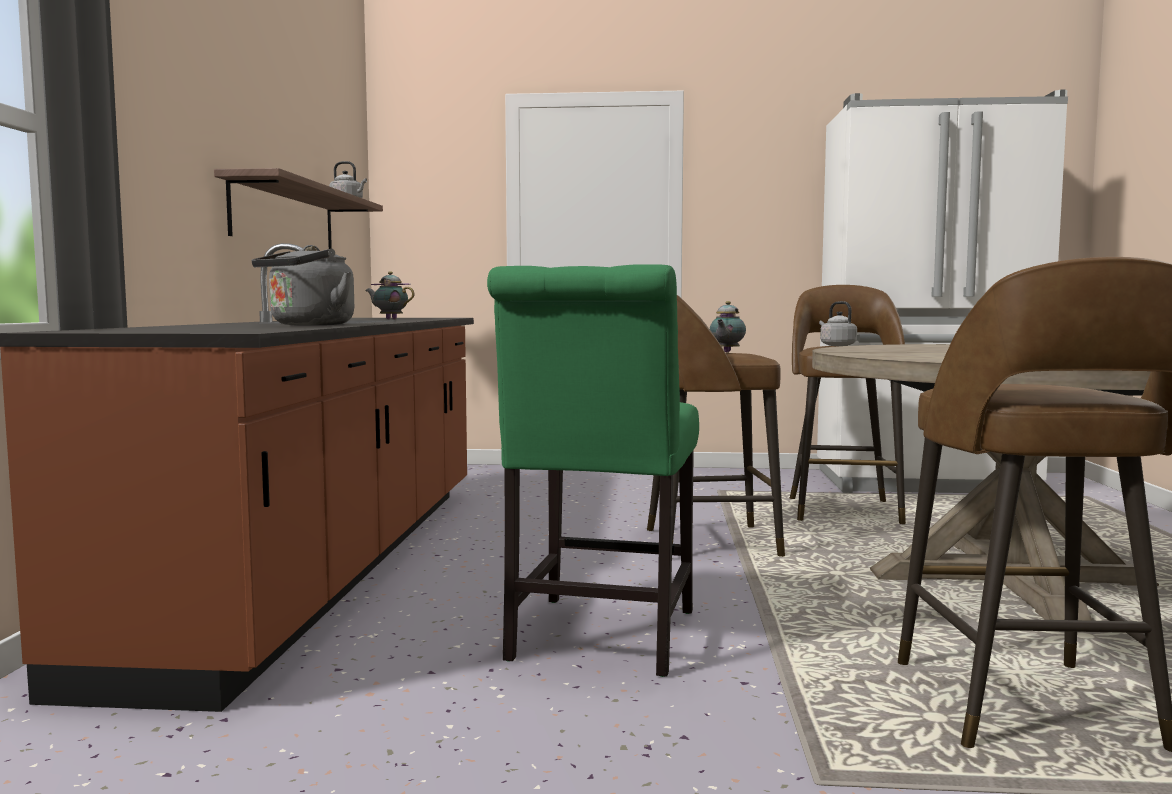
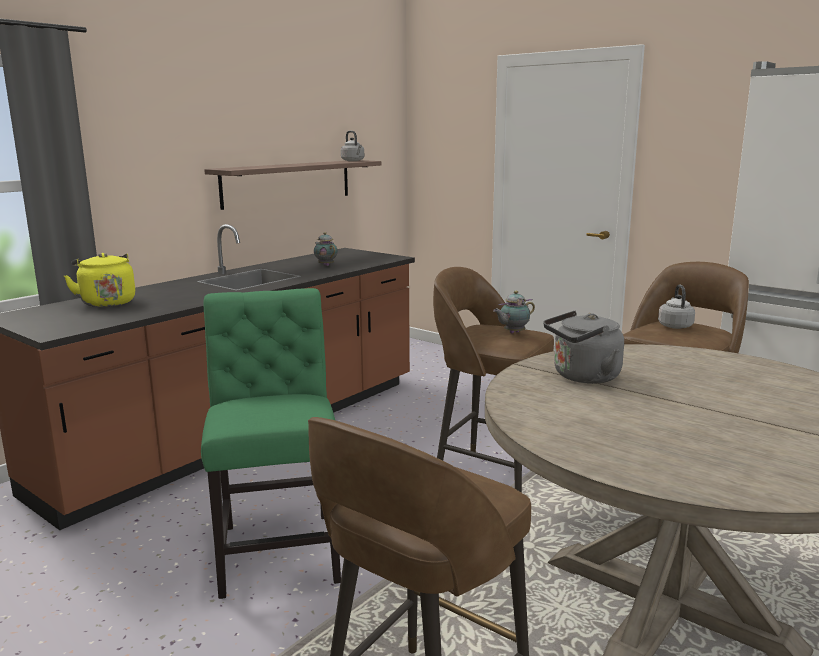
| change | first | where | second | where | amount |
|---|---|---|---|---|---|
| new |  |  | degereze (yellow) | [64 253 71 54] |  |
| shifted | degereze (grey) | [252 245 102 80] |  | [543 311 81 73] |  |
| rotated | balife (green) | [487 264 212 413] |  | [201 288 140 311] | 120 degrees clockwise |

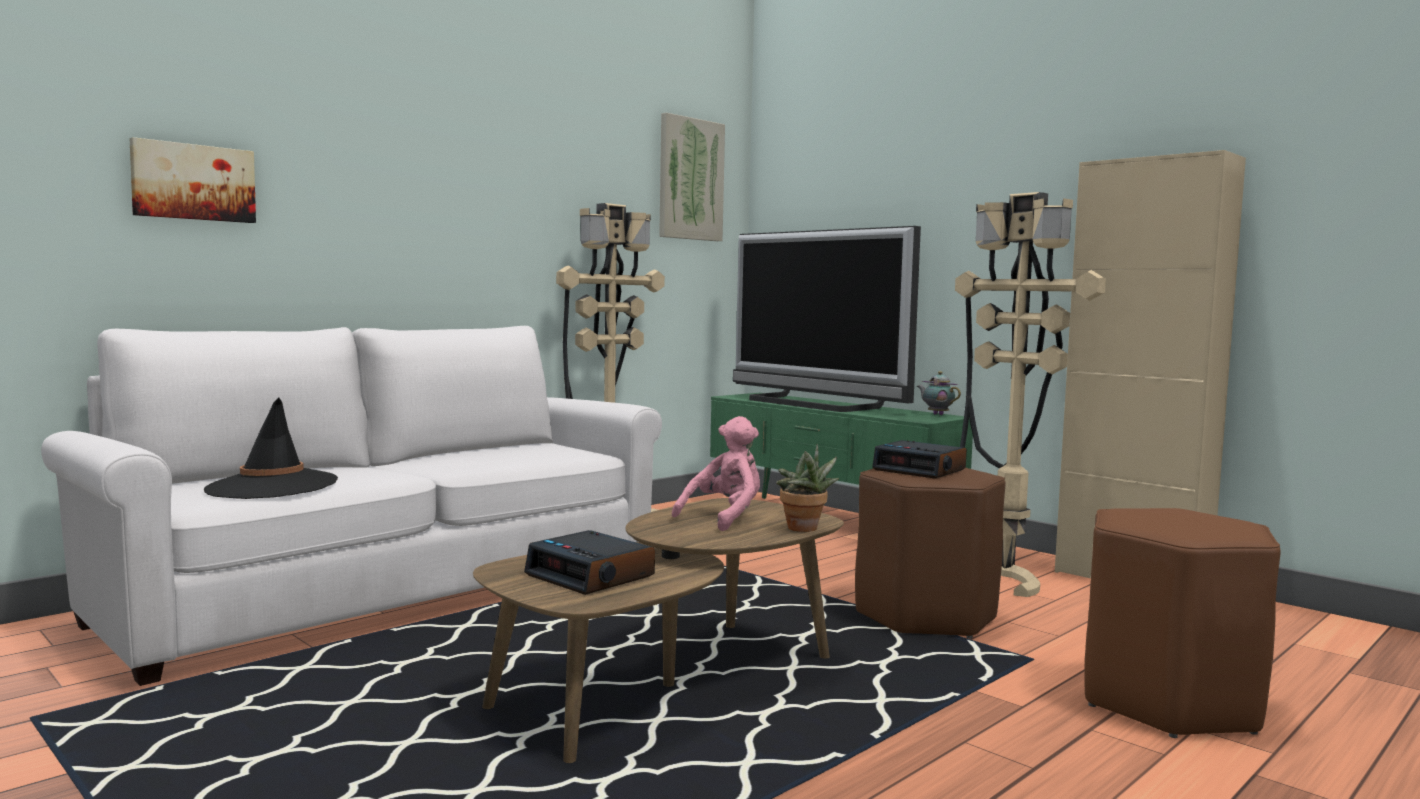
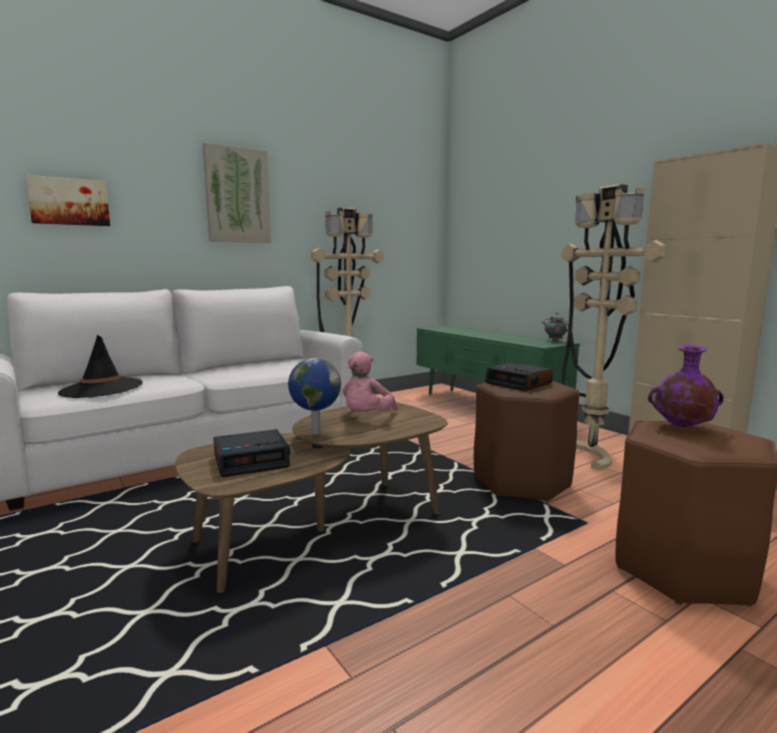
| change | first | where | second | where | amount |
|---|---|---|---|---|---|
| gone | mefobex | [733 226 188 186] |  |  |  |
| gone | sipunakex | [776 444 63 88] |  |  |  |
| new |  |  | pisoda | [288 358 53 76] |  |
| new |  |  | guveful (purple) | [648 345 76 82] |  |
| shifted | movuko | [659 113 66 128] |  | [203 142 68 101] |  |
| rotated | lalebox | [524 530 131 65] |  | [213 429 77 48] | 75 degrees counterclockwise |
| rotated | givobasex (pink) | [672 416 88 115] |  | [342 352 56 60] | 150 degrees clockwise |

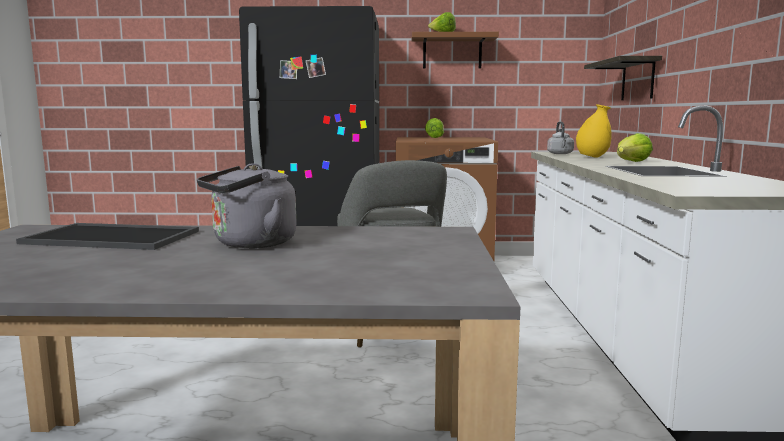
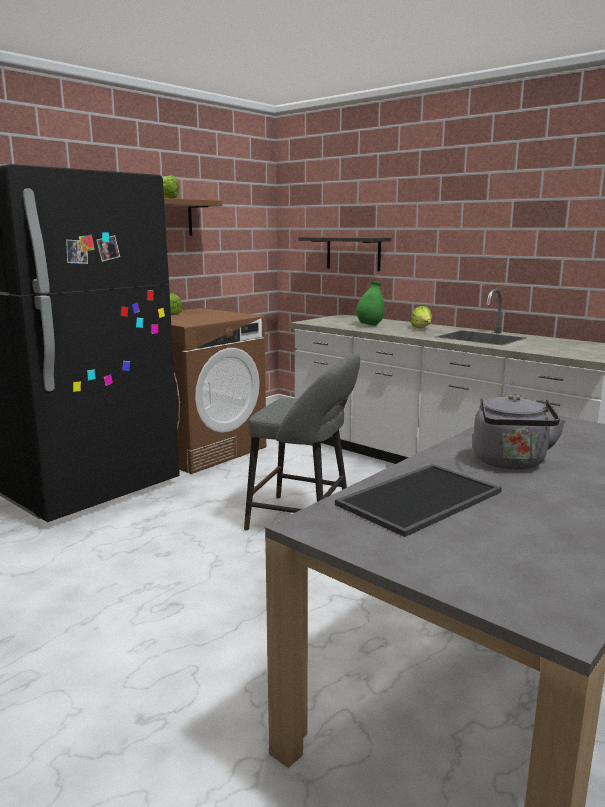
| change | first | where | second | where | amount |
|---|---|---|---|---|---|
| gone | degereze (grey) | [547 121 27 33] |  |  |  |
| repainted | guveful (yellow) | [576 104 36 54] | guveful (green) | [356 281 28 45] |  |

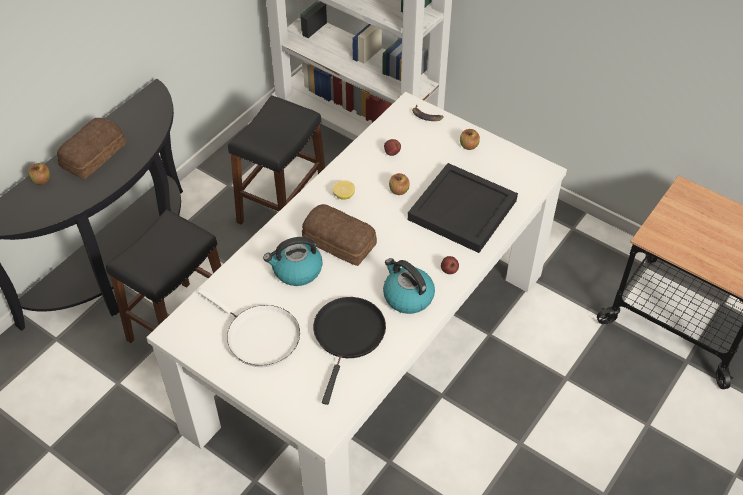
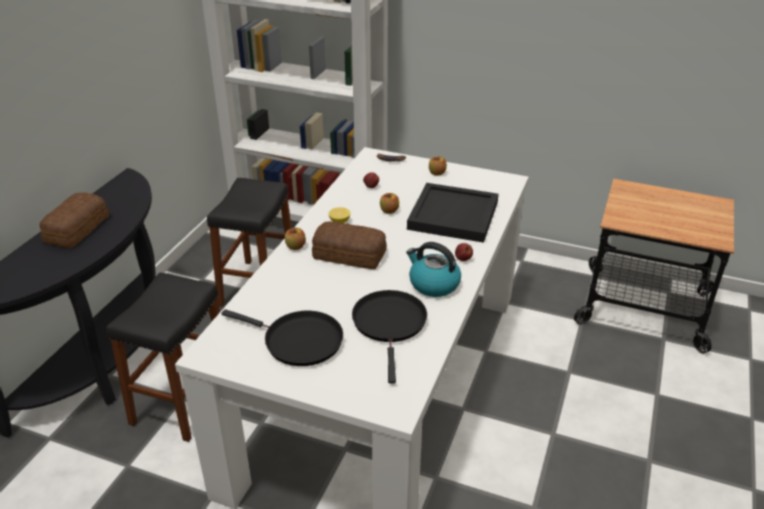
| change | first | where | second | where | amount |
|---|---|---|---|---|---|
| gone | degereze | [263 237 60 49] |  |  |  |
| shifted | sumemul | [28 163 22 22] |  | [285 228 21 22] |  |
| repainted | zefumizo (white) | [198 288 102 79] | zefumizo (black) | [221 309 122 57] |  |

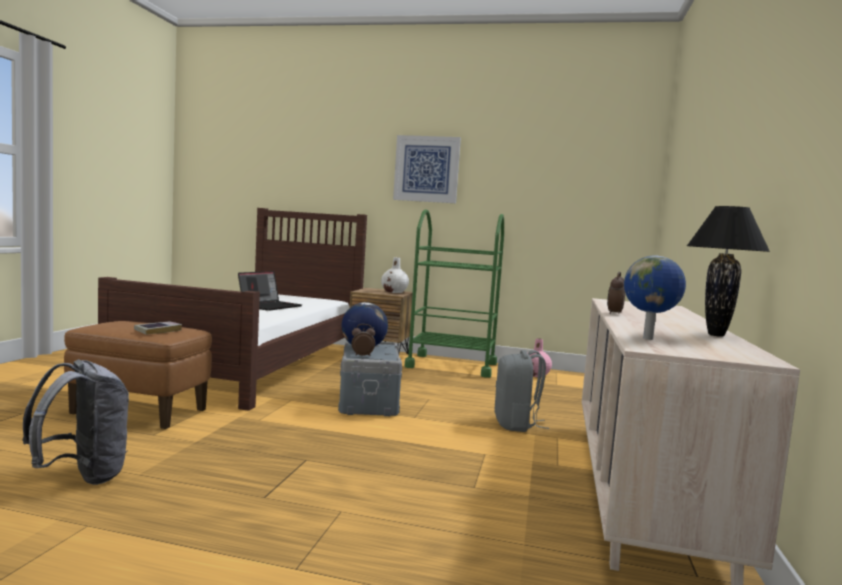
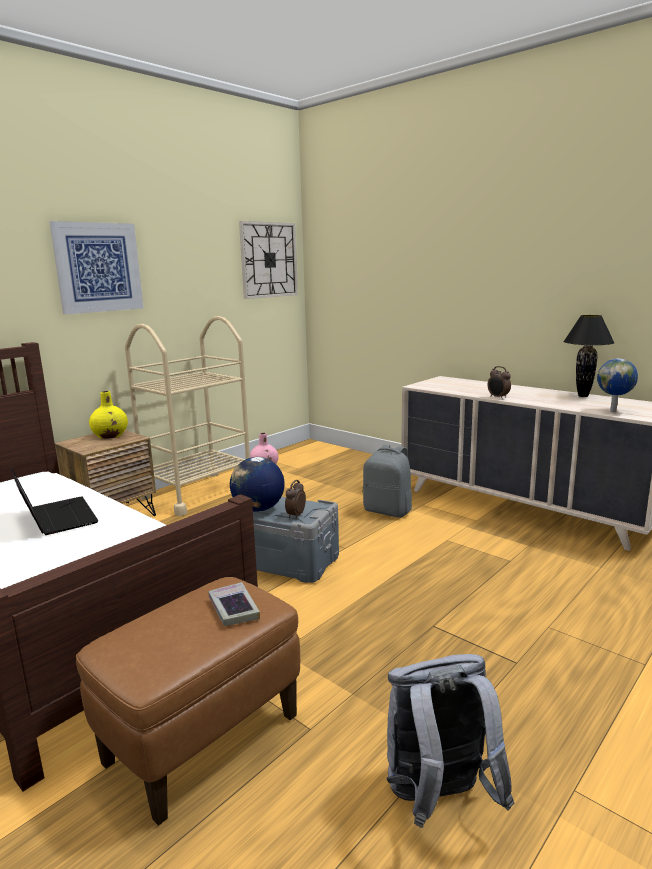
| change | first | where | second | where | amount |
|---|---|---|---|---|---|
| new |  |  | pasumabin | [239 221 59 78] |  |
| repainted | guveful (white) | [381 257 28 36] | guveful (yellow) | [89 391 39 48] |  |
| repainted | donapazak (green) | [405 209 99 169] | donapazak (beige) | [125 316 125 200] |  |

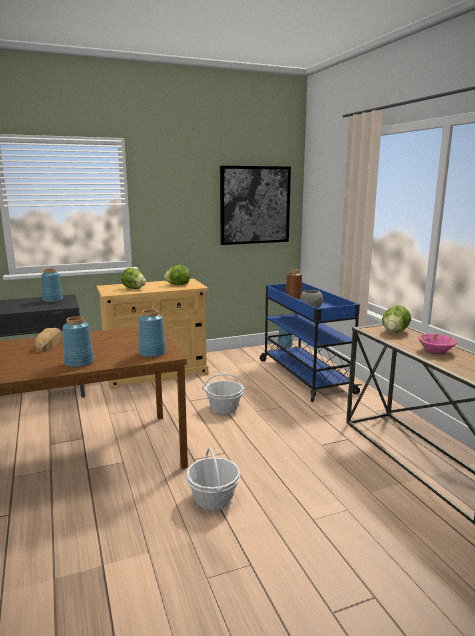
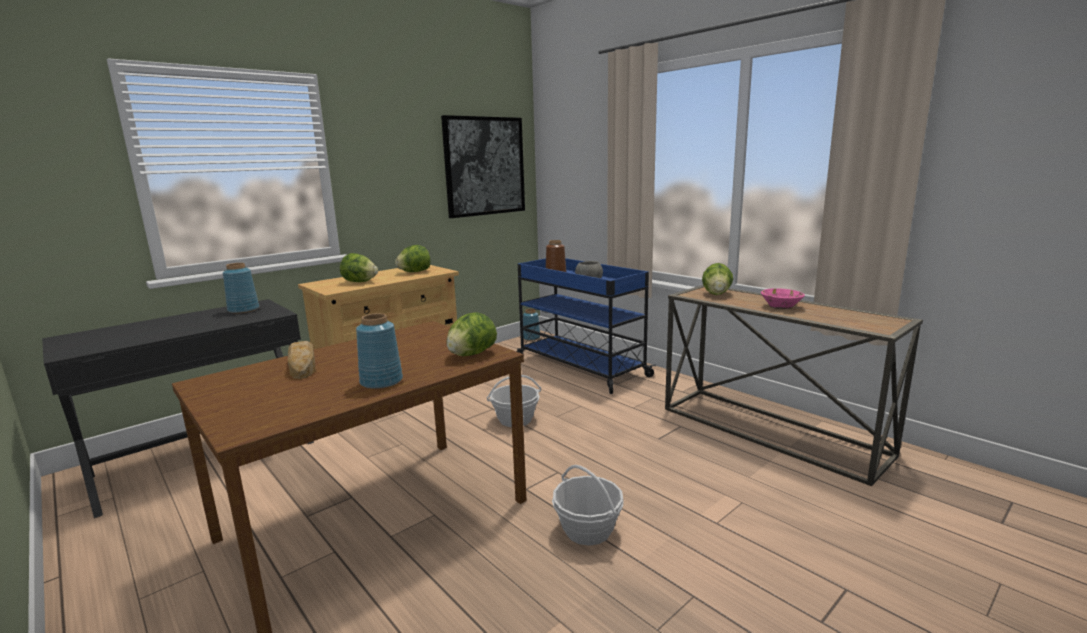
| change | first | where | second | where | amount |
|---|---|---|---|---|---|
| swapped | guveful (blue) | [139 309 27 48] | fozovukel | [446 312 51 44] |  |

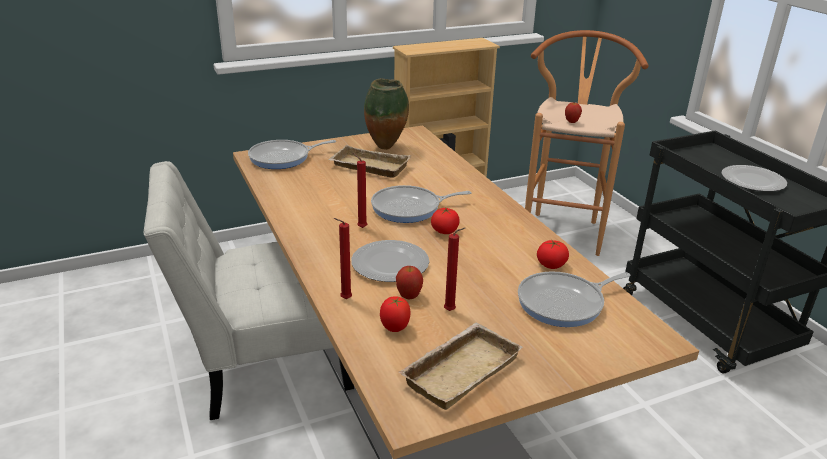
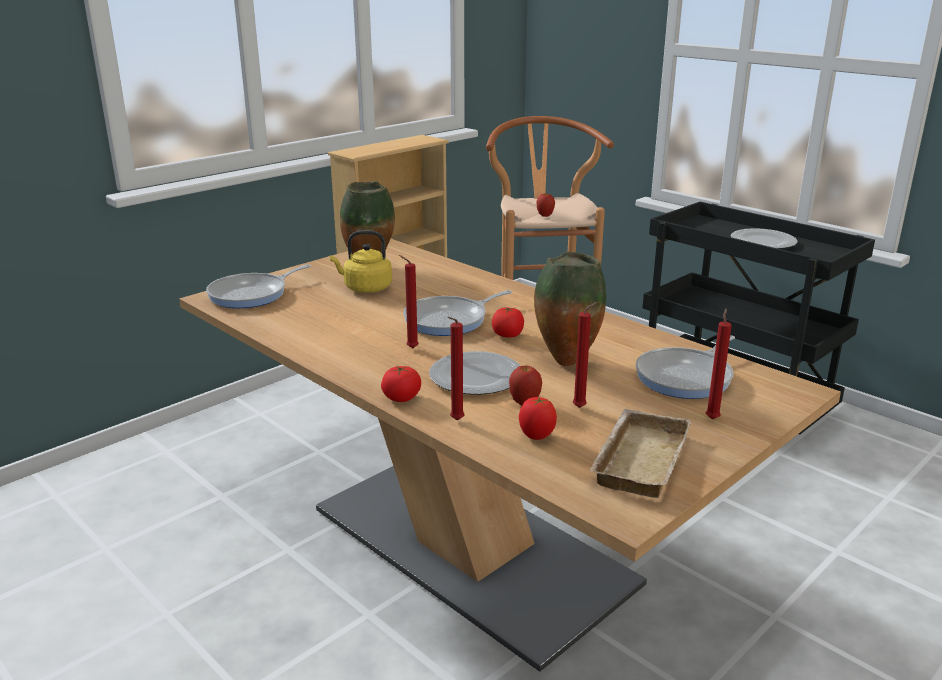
| change | first | where | second | where | amount |
|---|---|---|---|---|---|
| gone | balife (white) | [144 161 210 259] |  |  |  |
| new |  |  | guveful | [534 252 72 114] |  |
| new |  |  | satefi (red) | [706 308 26 111] |  |
| shifted | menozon | [537 240 32 29] |  | [381 366 40 36] |  |
| swapped | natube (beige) | [328 145 83 33] | degereze (yellow) | [330 230 62 63] |  |

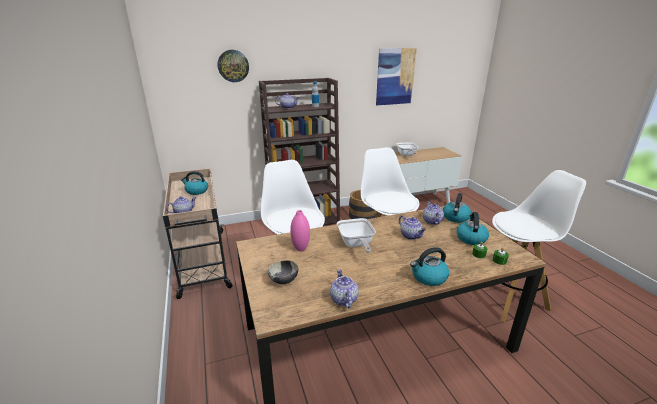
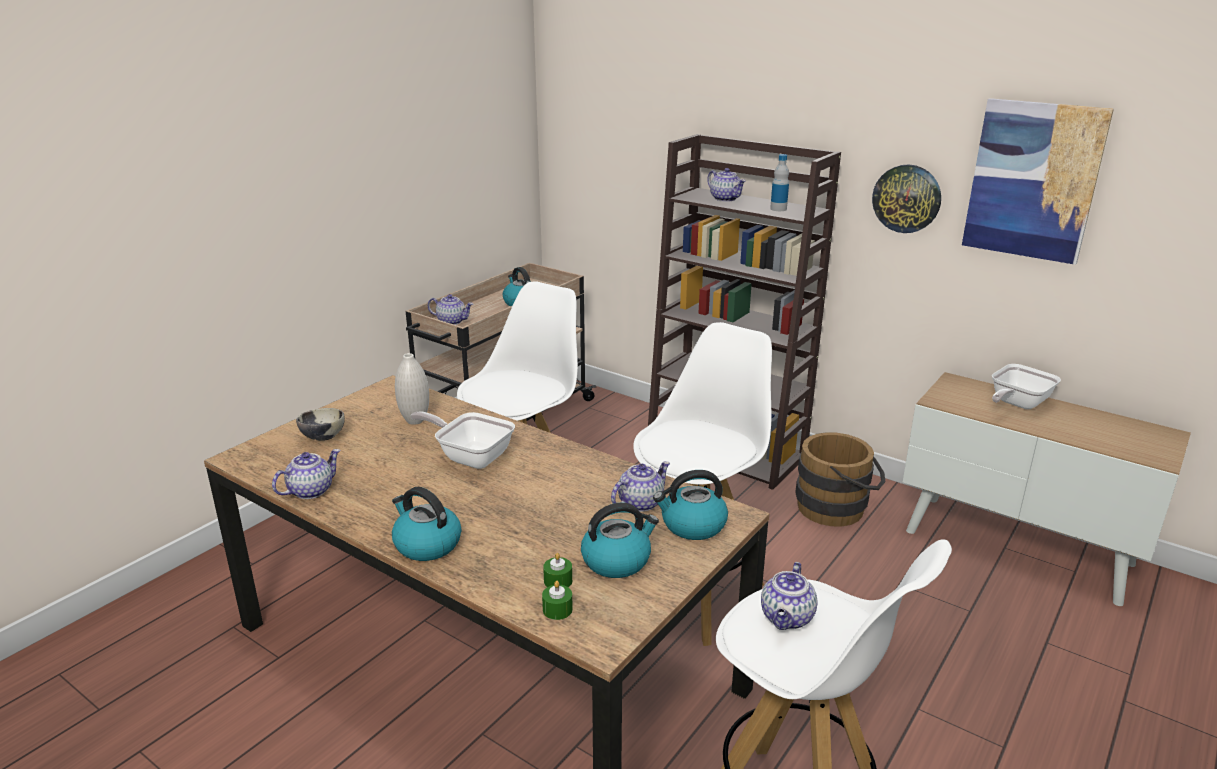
| change | first | where | second | where | amount |
|---|---|---|---|---|---|
| shifted | pasumabin | [218 50 31 32] |  | [872 164 69 69] |  |
| shifted | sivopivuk | [399 215 27 25] |  | [761 562 57 68] |  |
| repainted | guveful (pink) | [290 210 20 41] | guveful (white) | [395 353 34 72] |  |
| rotated | zefumizo | [337 218 39 35] |  | [411 412 104 57] | 75 degrees clockwise |

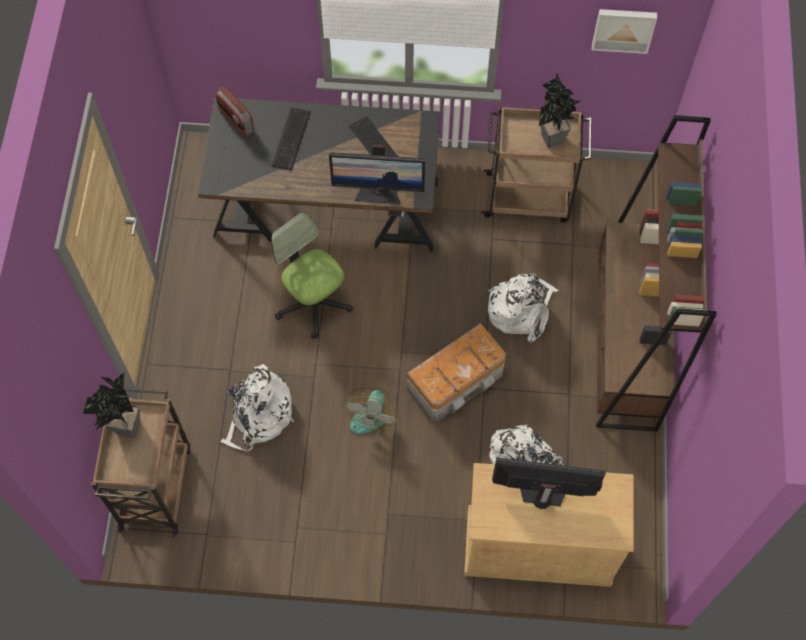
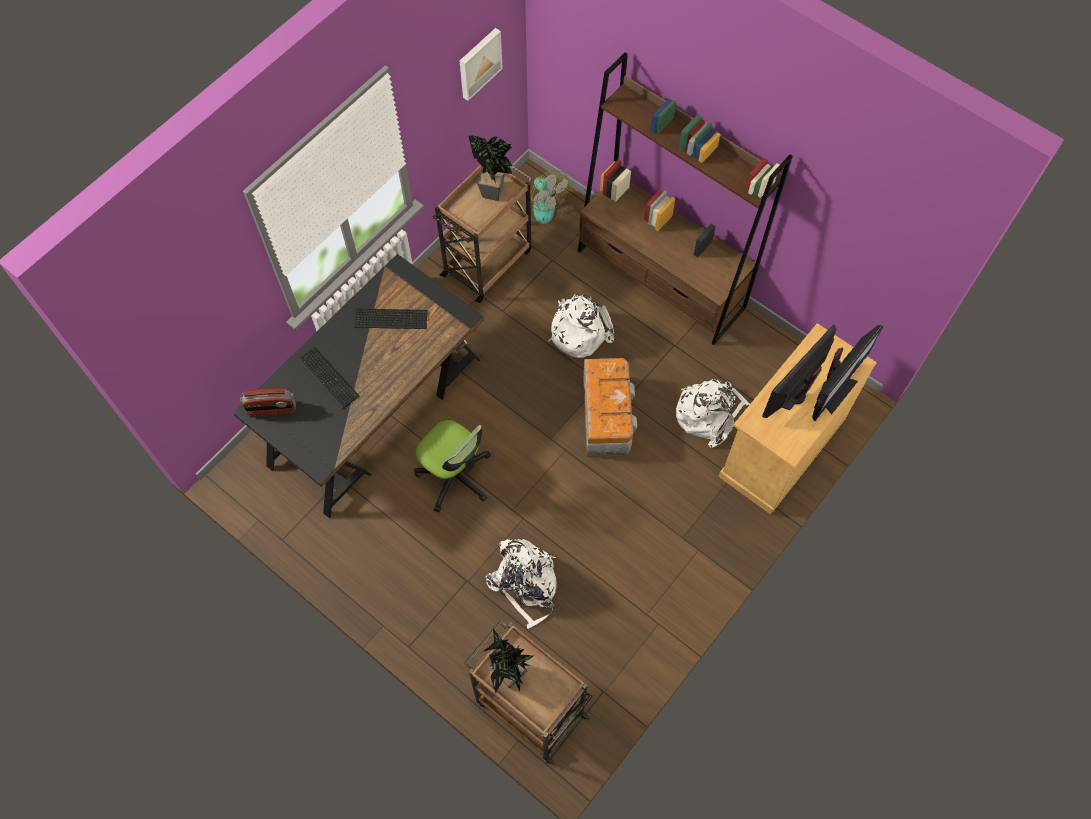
| change | first | where | second | where | amount |
|---|---|---|---|---|---|
| shifted | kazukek | [329 144 96 60] |  | [812 325 71 96] |  |
| shifted | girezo | [344 387 53 47] |  | [514 170 55 55] |  |
| rotated | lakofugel | [271 213 82 126] |  | [414 420 77 92] | 135 degrees counterclockwise |

